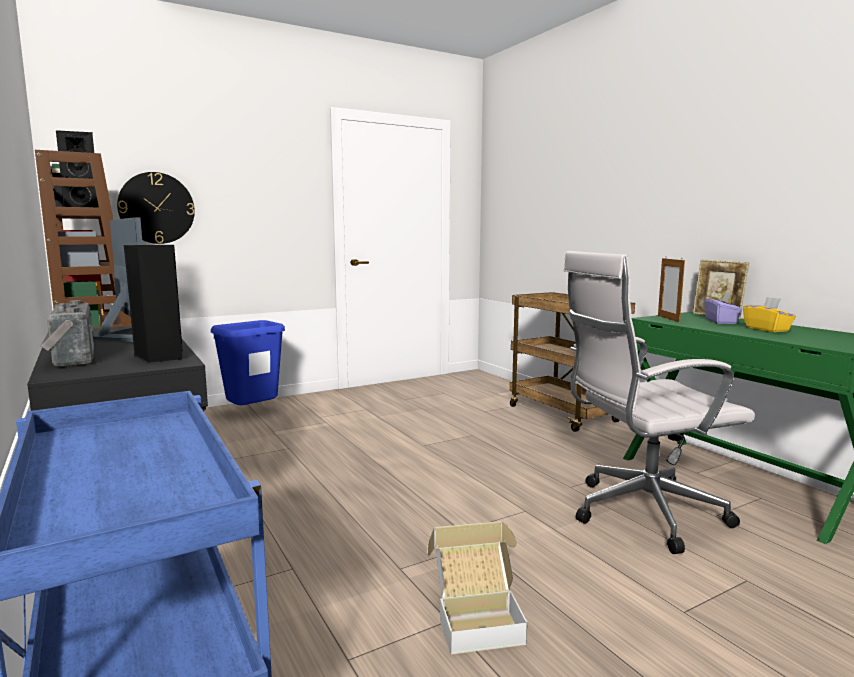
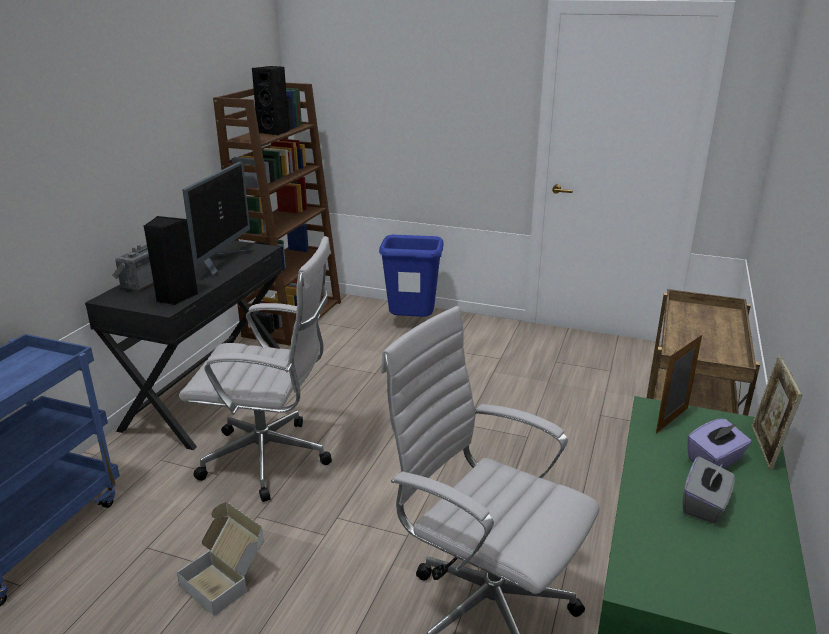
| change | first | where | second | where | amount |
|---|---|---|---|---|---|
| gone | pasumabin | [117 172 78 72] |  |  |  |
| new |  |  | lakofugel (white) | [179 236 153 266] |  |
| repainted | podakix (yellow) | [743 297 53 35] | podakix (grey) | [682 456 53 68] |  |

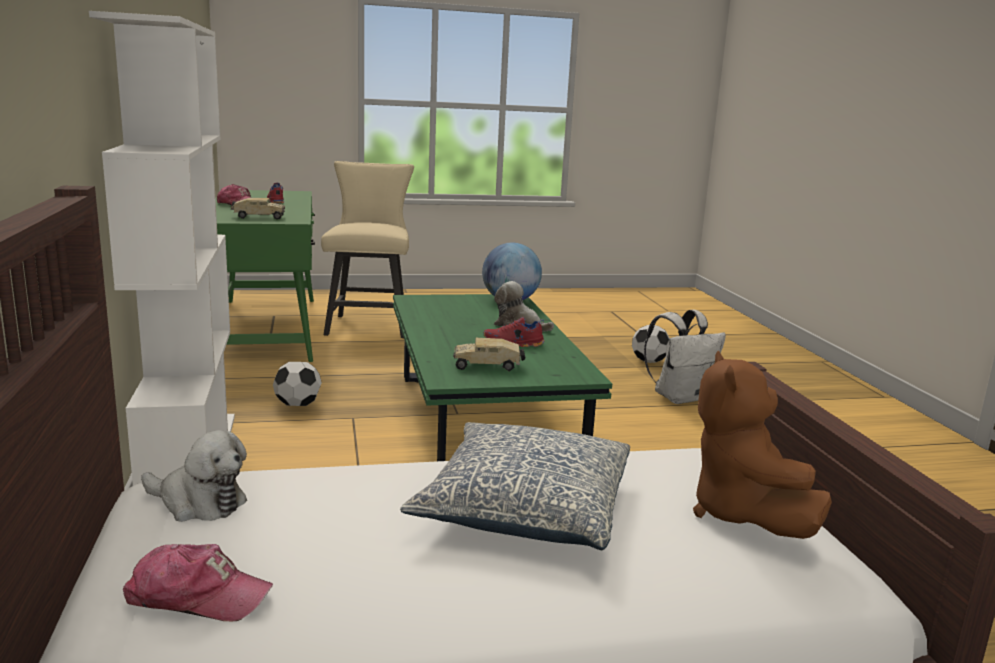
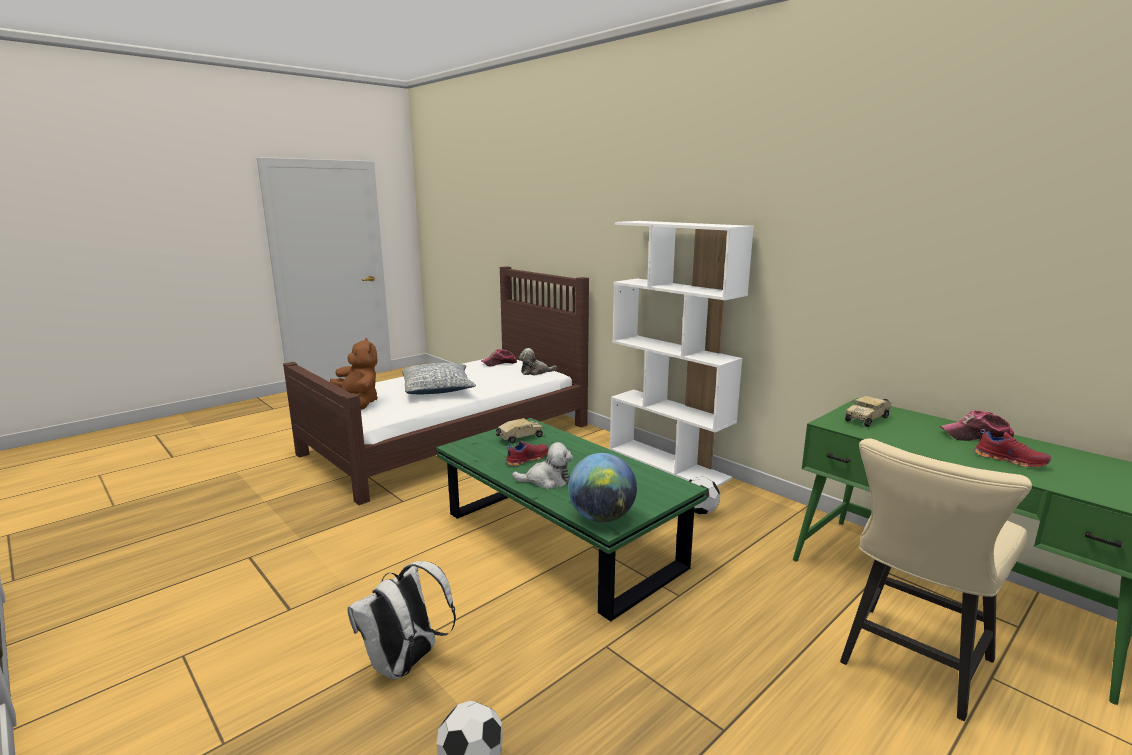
| change | first | where | second | where | amount |
|---|---|---|---|---|---|
| rotated | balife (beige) | [321 161 93 177] |  | [840 438 192 283] | 75 degrees clockwise |

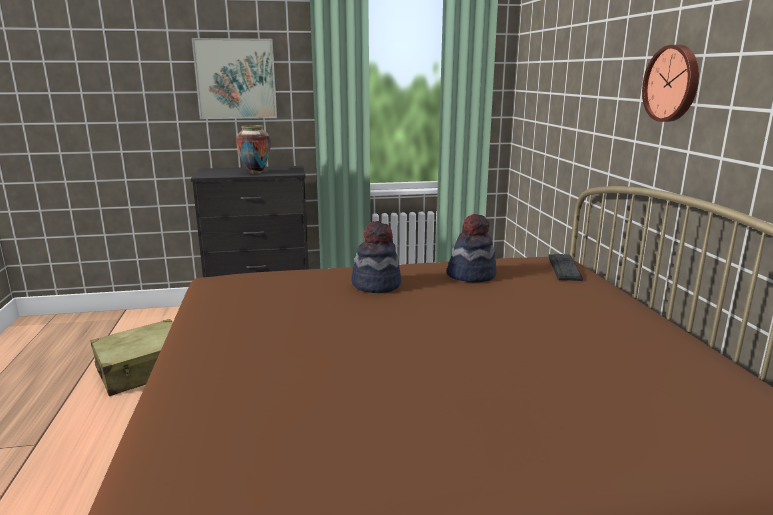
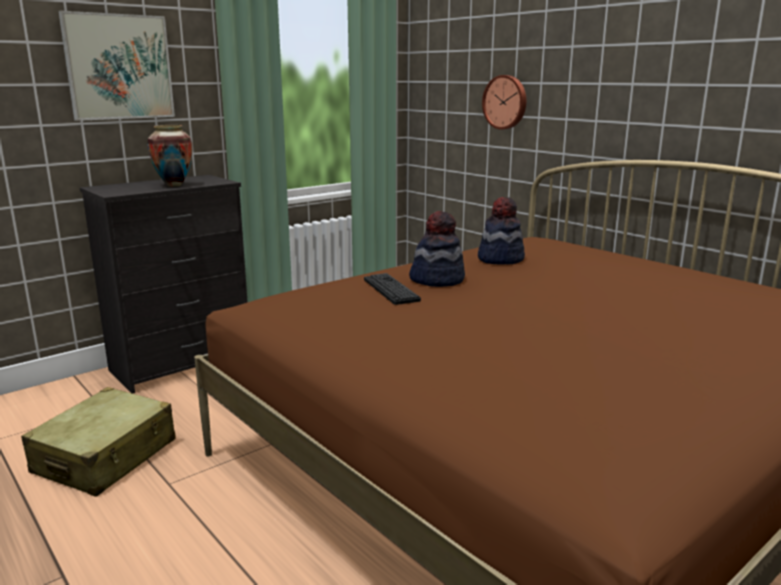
| change | first | where | second | where | amount |
|---|---|---|---|---|---|
| shifted | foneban | [548 254 35 27] |  | [364 273 57 32] |  |
| shifted | pasumabin | [642 45 57 77] |  | [482 75 44 55] |  |

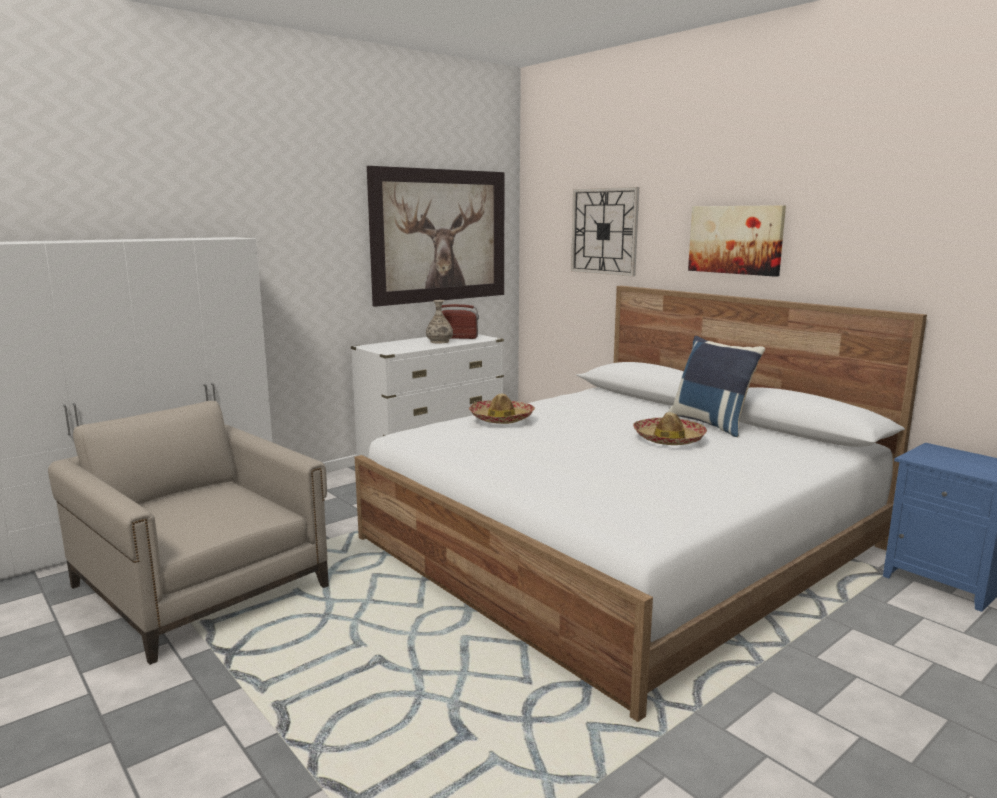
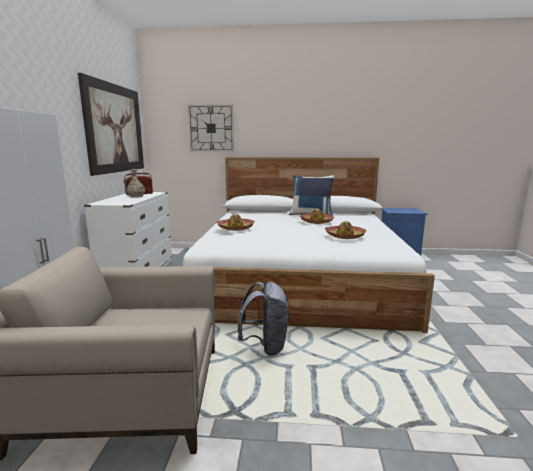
| change | first | where | second | where | amount |
|---|---|---|---|---|---|
| gone | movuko | [688 205 98 72] |  |  |  |
| new |  |  | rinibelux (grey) | [238 281 50 75] |  |
| new |  |  | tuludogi | [325 221 42 18] |  |

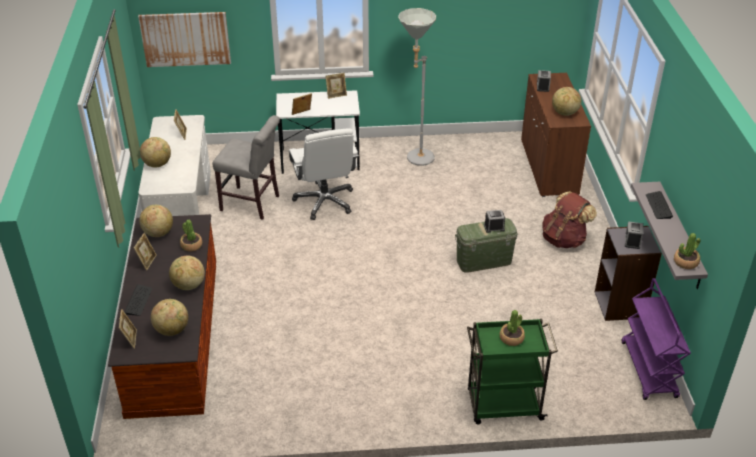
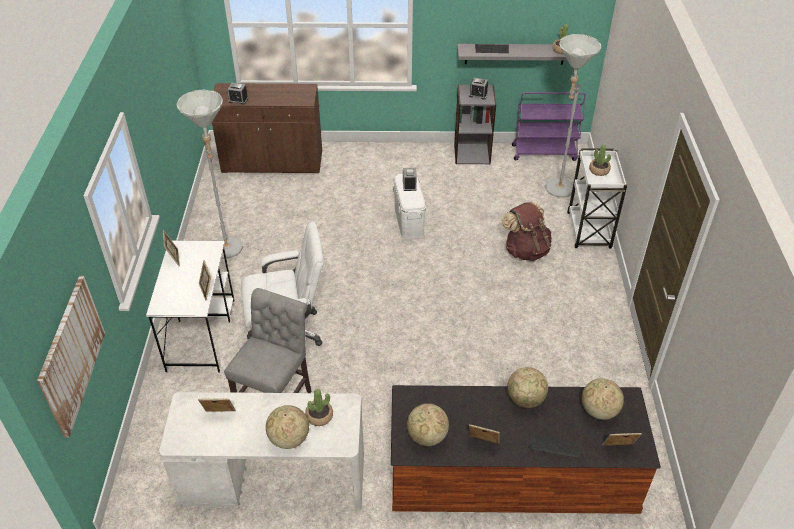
| change | first | where | second | where | amount |
|---|---|---|---|---|---|
| gone | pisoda | [552 87 29 29] |  |  |  |
| new |  |  | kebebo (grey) | [545 34 56 164] |  |
| shifted | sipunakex | [180 219 22 33] |  | [305 389 28 37] |  |
| shifted | rinibelux (brown) | [542 191 55 57] |  | [502 201 50 60] |  |
| repainted | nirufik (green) | [455 218 63 55] | nirufik (white) | [393 174 33 65] |  |
| repainted | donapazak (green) | [467 319 91 105] | donapazak (white) | [567 148 60 101] |  |

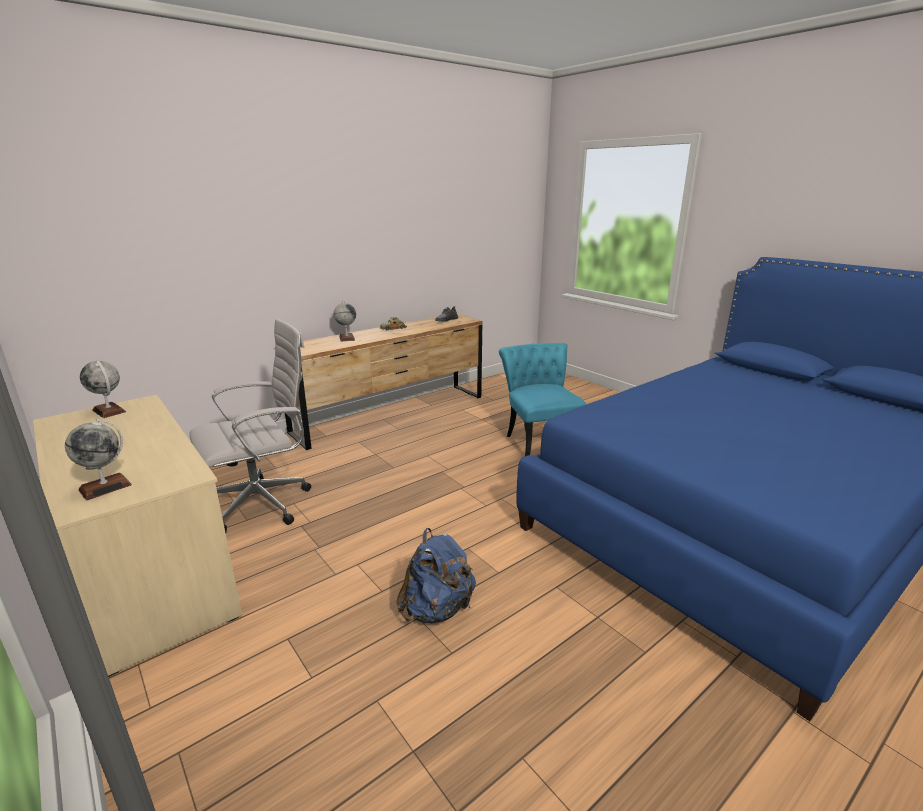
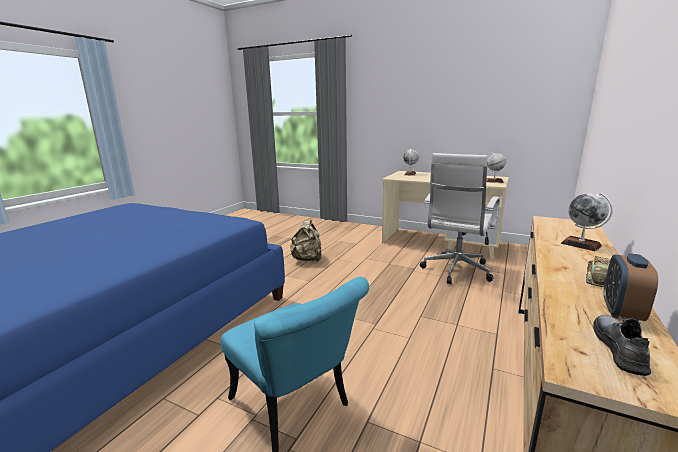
| change | first | where | second | where | amount |
|---|---|---|---|---|---|
| new |  |  | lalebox | [604 253 54 68] |  |
| repainted | rinibelux (blue) | [396 528 80 95] | rinibelux (beige) | [290 220 32 42] |  |

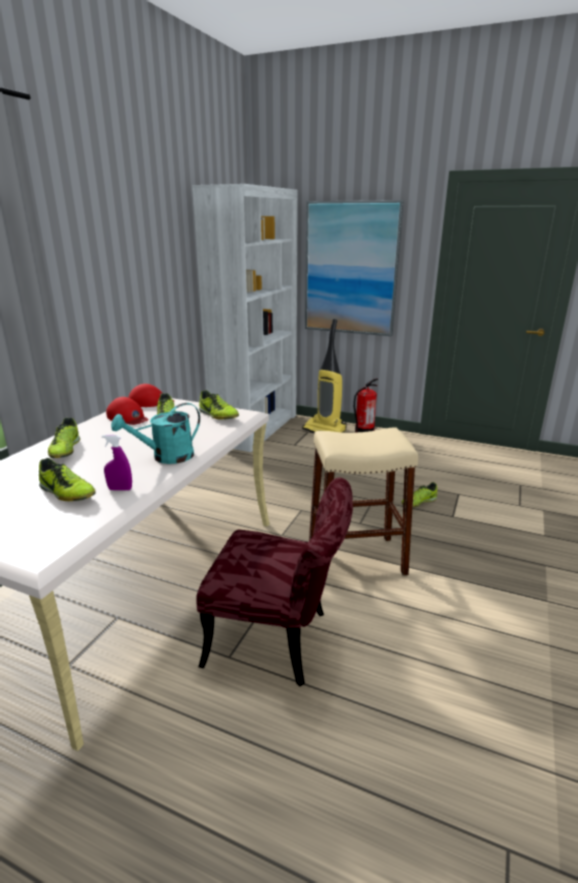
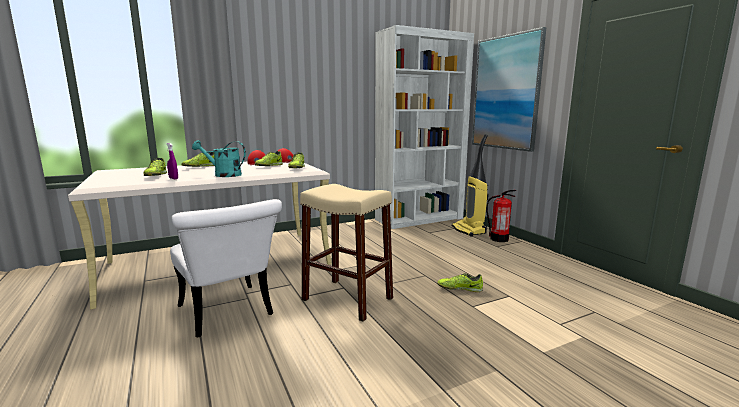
| change | first | where | second | where | amount |
|---|---|---|---|---|---|
| repainted | balife (red) | [196 478 157 209] | balife (white) | [170 199 112 138] |  |

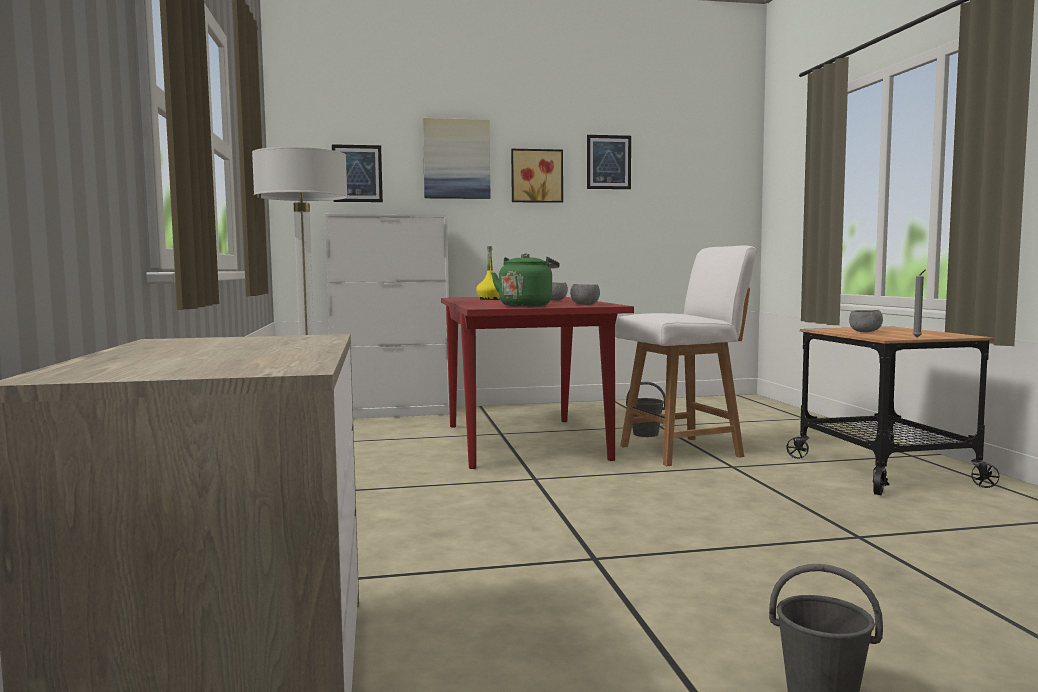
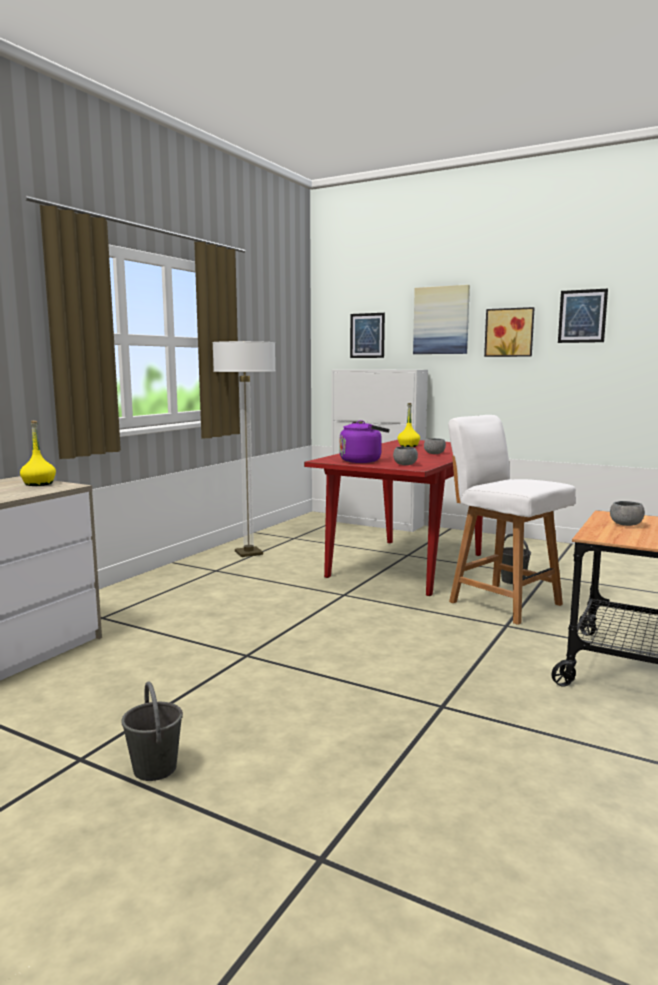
| change | first | where | second | where | amount |
|---|---|---|---|---|---|
| gone | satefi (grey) | [913 270 12 67] |  |  |  |
| new |  |  | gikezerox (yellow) | [20 421 36 65] |  |
| repainted | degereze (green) | [491 254 69 53] | degereze (purple) | [340 420 50 43] |  |
| rotated | balife (white) | [615 245 142 221] |  | [448 415 128 210] | 150 degrees counterclockwise |

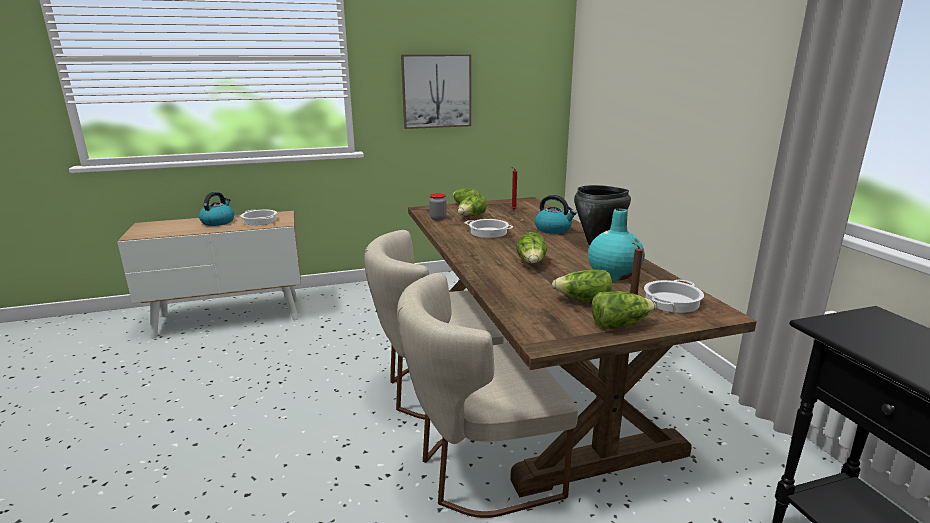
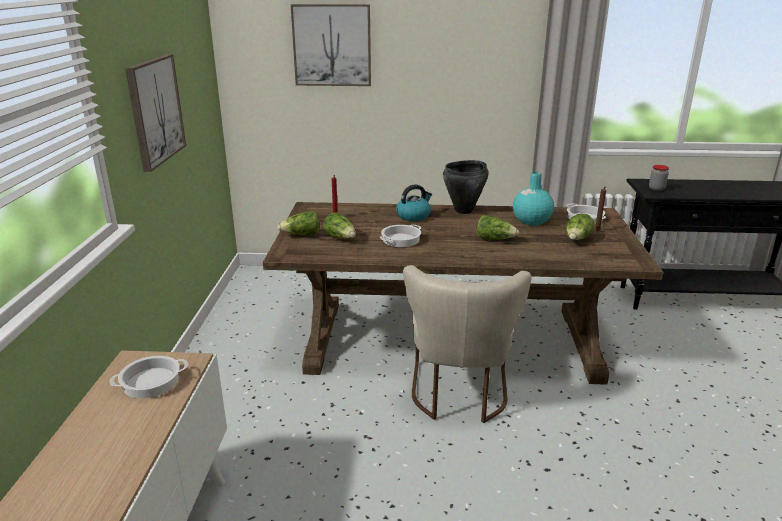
| change | first | where | second | where | amount |
|---|---|---|---|---|---|
| gone | degereze | [199 192 35 34] |  |  |  |
| gone | balife (beige) | [397 273 181 245] |  |  |  |
| gone | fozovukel | [592 291 64 38] |  |  |  |
| new |  |  | movuko | [291 4 80 82] |  |
| shifted | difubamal | [429 193 18 27] |  | [649 165 20 26] |  |

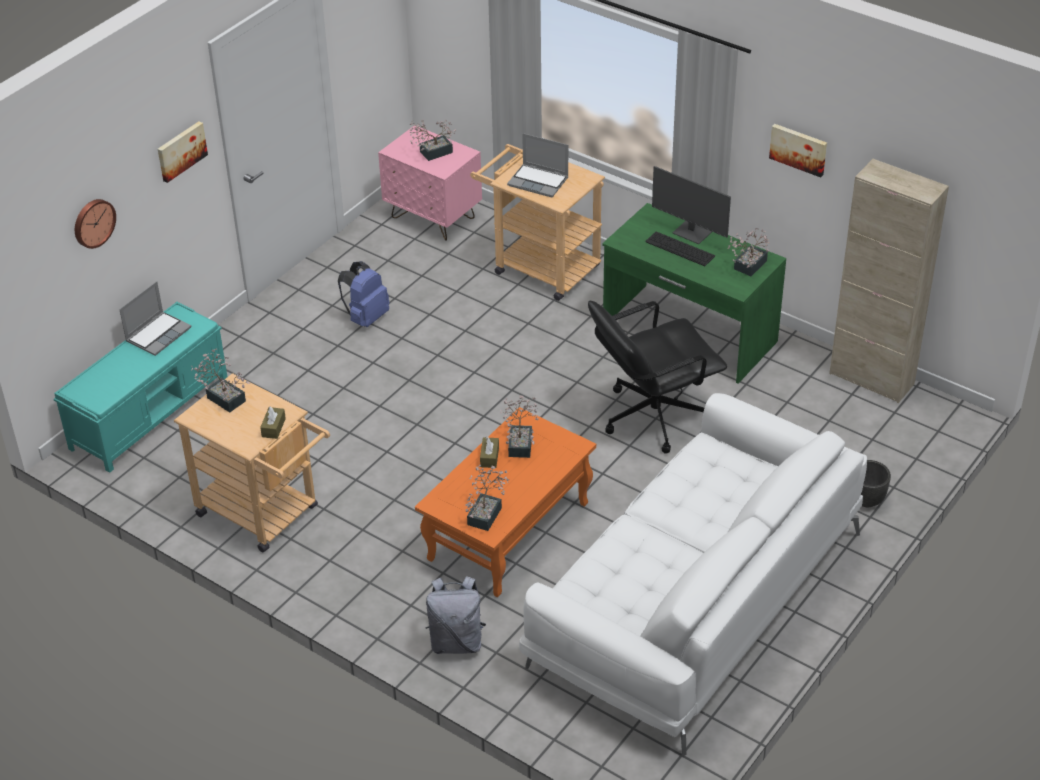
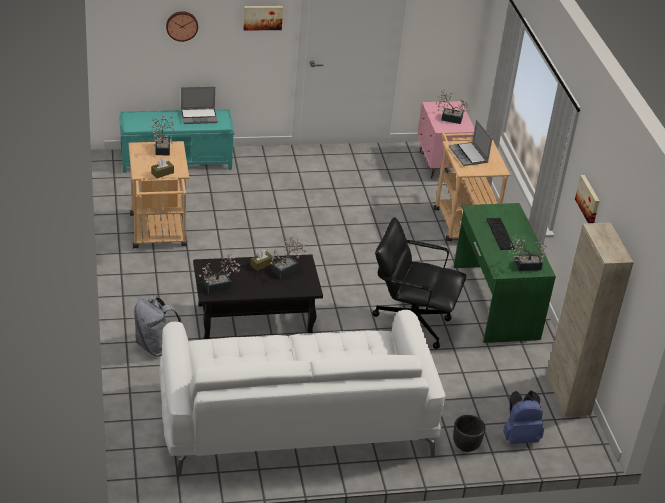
| change | first | where | second | where | amount |
|---|---|---|---|---|---|
| gone | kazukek | [652 166 79 78] |  |  |  |
| shifted | rinibelux (blue) | [338 261 52 66] |  | [503 390 41 54] |  |
| repainted | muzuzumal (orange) | [415 407 181 190] | muzuzumal (black) | [193 254 130 85] |  |

